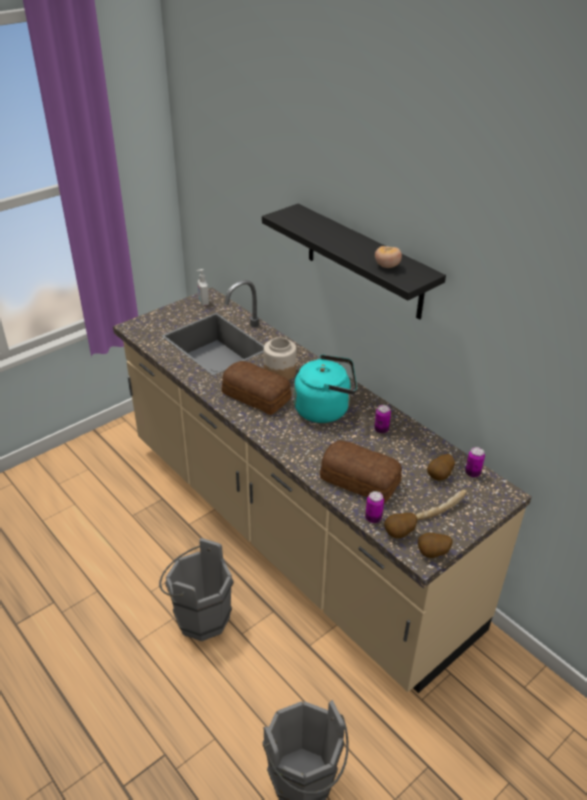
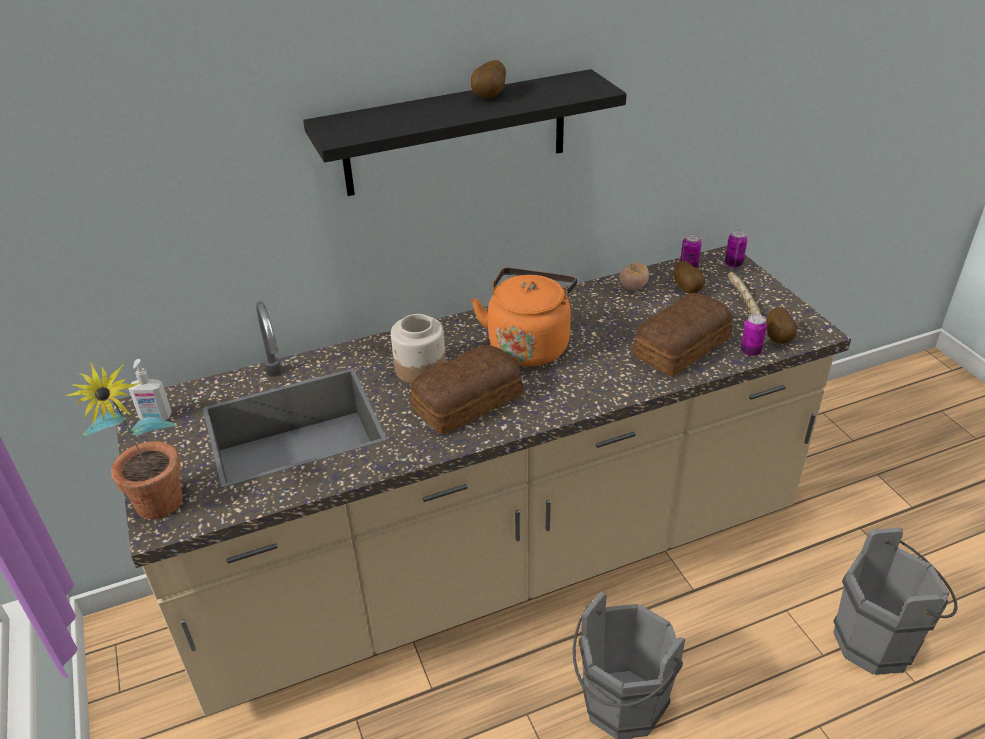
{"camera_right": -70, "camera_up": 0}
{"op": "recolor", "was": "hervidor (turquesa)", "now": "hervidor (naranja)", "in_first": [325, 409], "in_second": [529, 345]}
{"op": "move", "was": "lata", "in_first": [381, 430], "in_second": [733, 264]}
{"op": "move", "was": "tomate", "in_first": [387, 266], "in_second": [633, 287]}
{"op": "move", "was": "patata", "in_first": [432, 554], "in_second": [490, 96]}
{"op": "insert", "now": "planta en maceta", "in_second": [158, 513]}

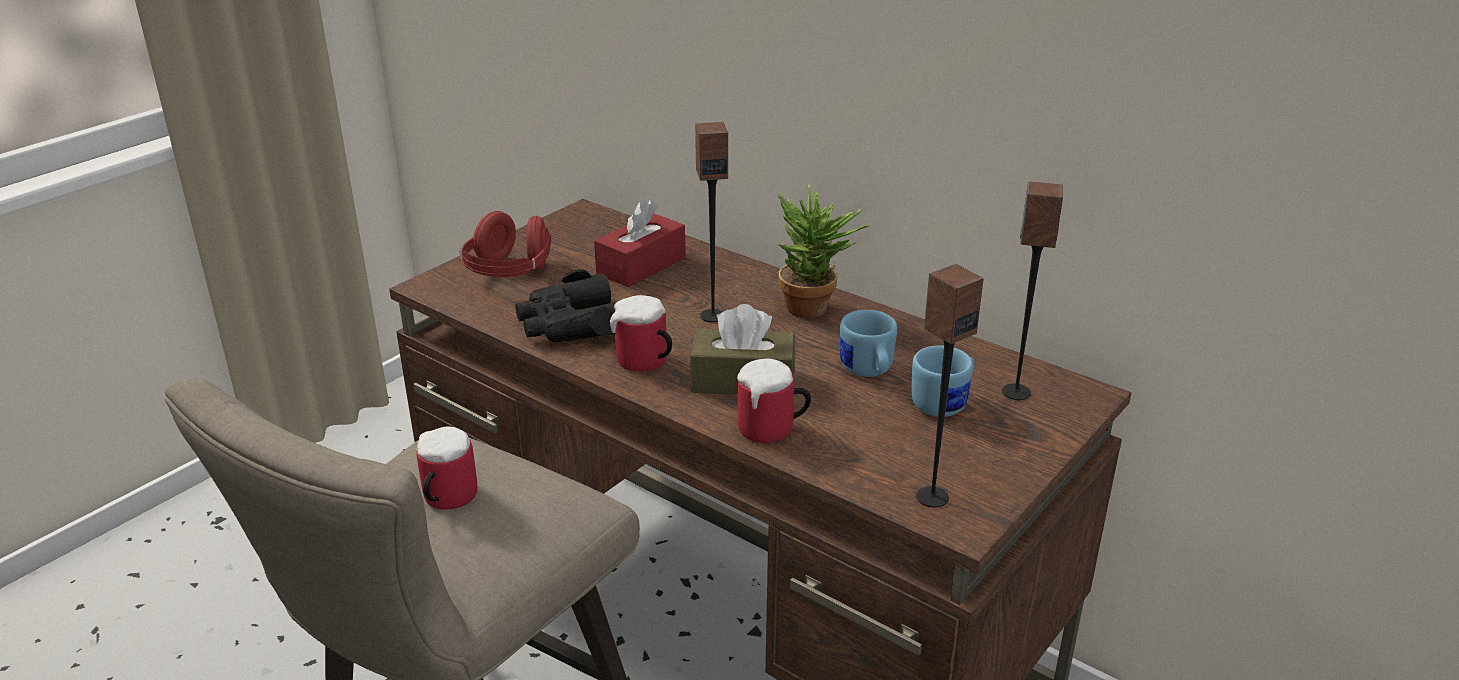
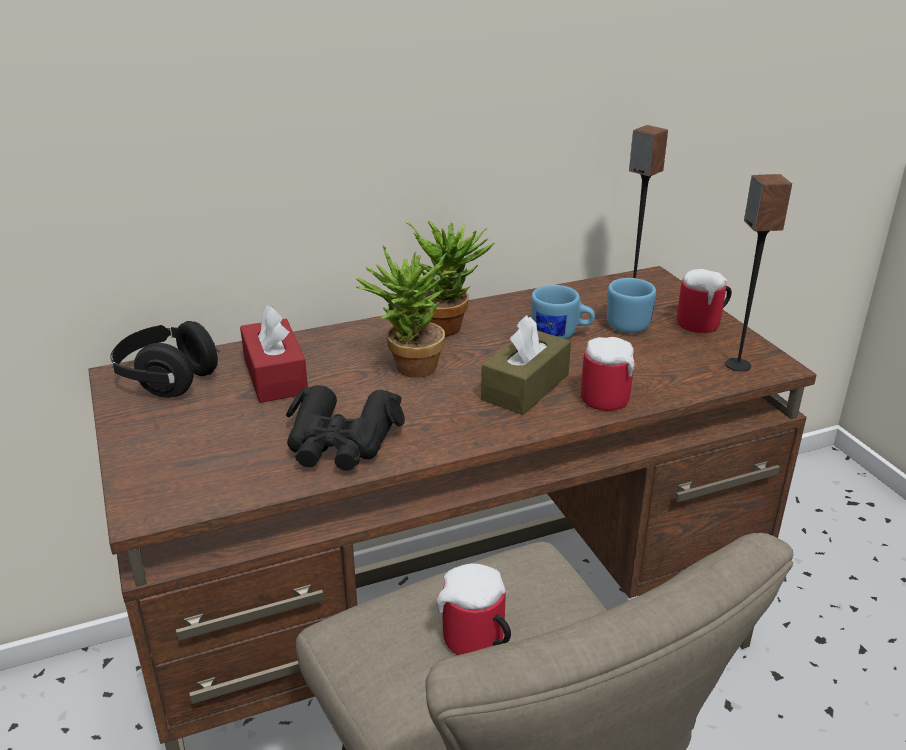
{"camera_right": -60, "camera_up": 0}
{"op": "delete", "was": "auriculares (rojo)", "in_first": [509, 273]}
{"op": "move", "was": "taza grande", "in_first": [645, 363], "in_second": [704, 324]}
{"op": "replace", "was": "altavoz", "now": "planta en maceta", "in_first": [713, 315], "in_second": [408, 369]}
{"op": "insert", "now": "auriculares (negro)", "in_second": [167, 379]}

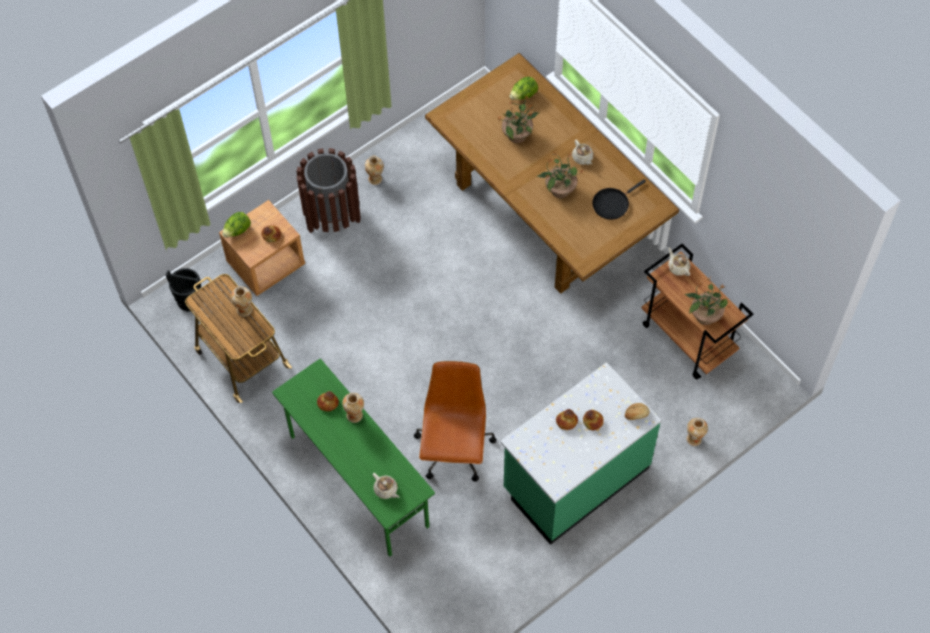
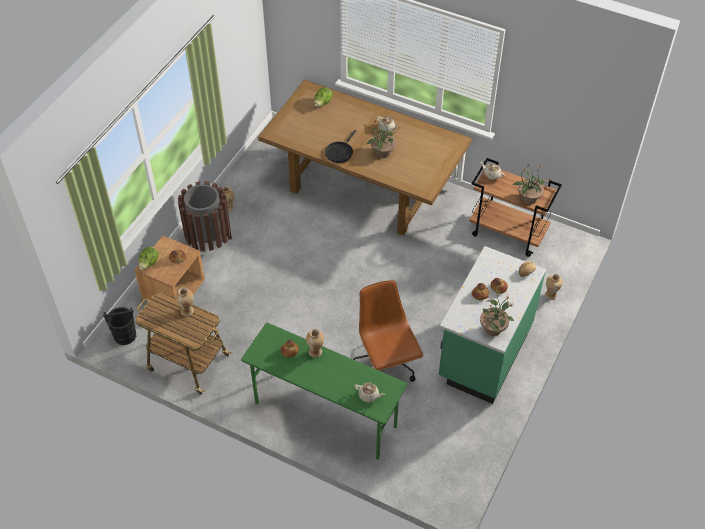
{"camera_right": -25, "camera_up": -10}
{"op": "move", "was": "planta en maceta", "in_first": [517, 135], "in_second": [493, 328]}
{"op": "move", "was": "sartén (negro)", "in_first": [612, 203], "in_second": [340, 152]}

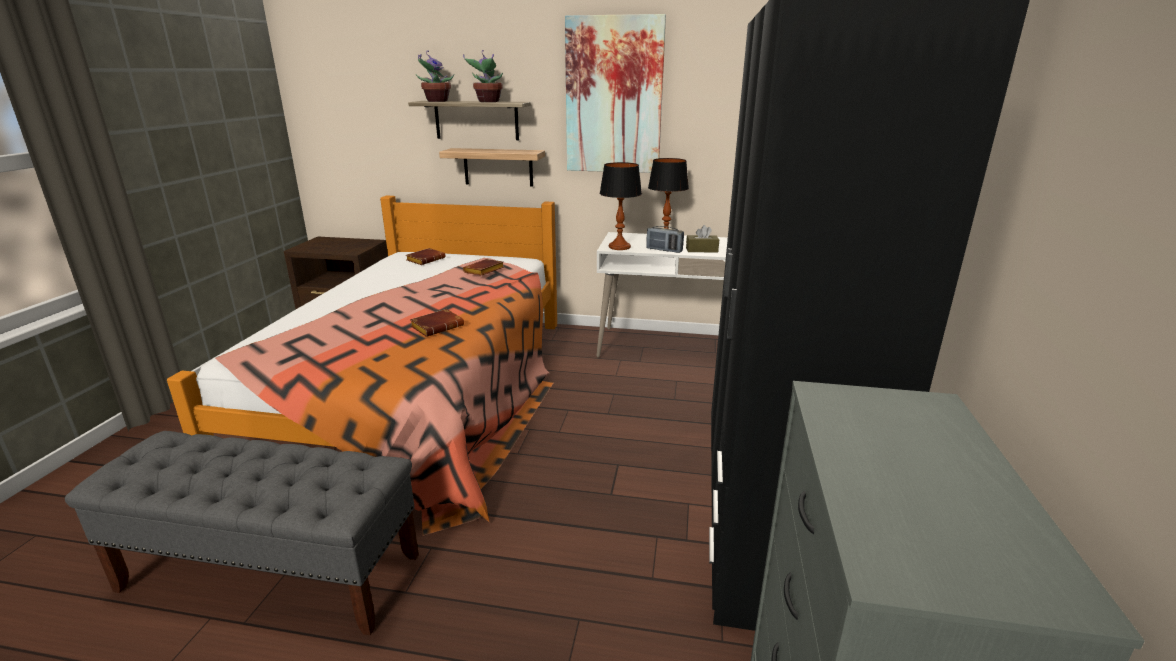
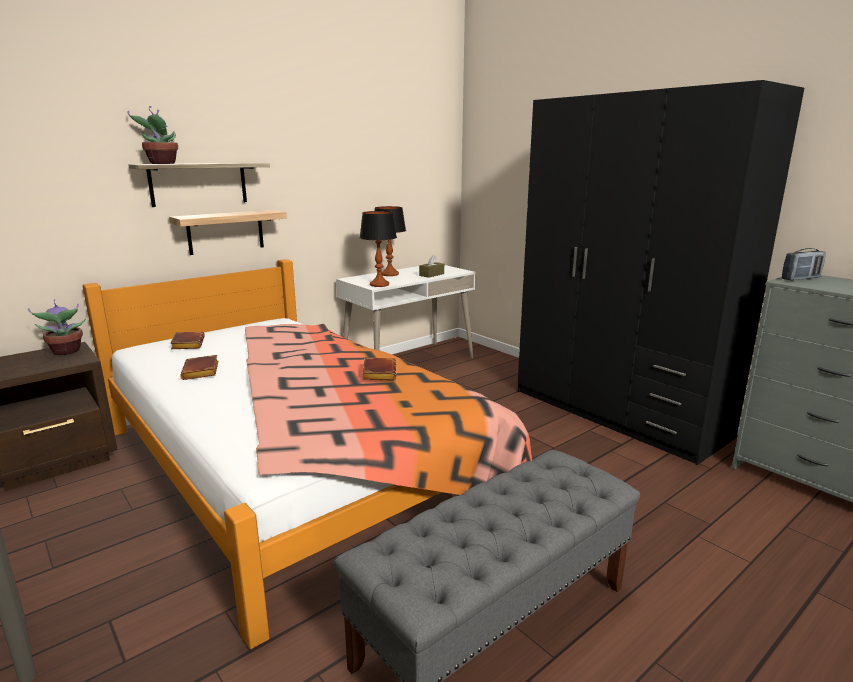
{"camera_right": -50, "camera_up": -5}
{"op": "move", "was": "planta en maceta", "in_first": [487, 101], "in_second": [66, 352]}
{"op": "move", "was": "libro (marrón)", "in_first": [484, 271], "in_second": [202, 372]}
{"op": "delete", "was": "cuadro", "in_first": [614, 96]}
{"op": "move", "was": "radio", "in_first": [664, 250], "in_second": [800, 278]}

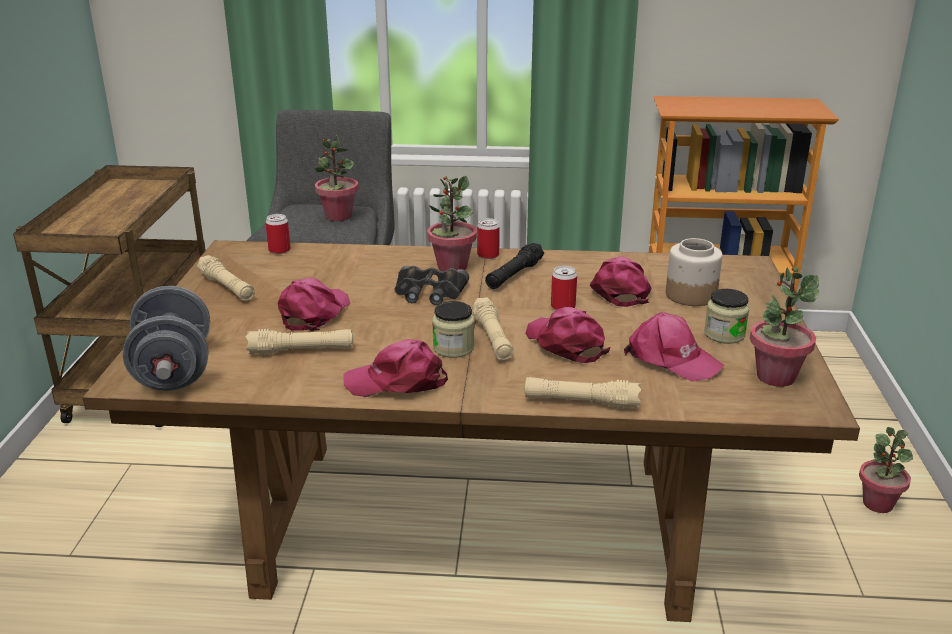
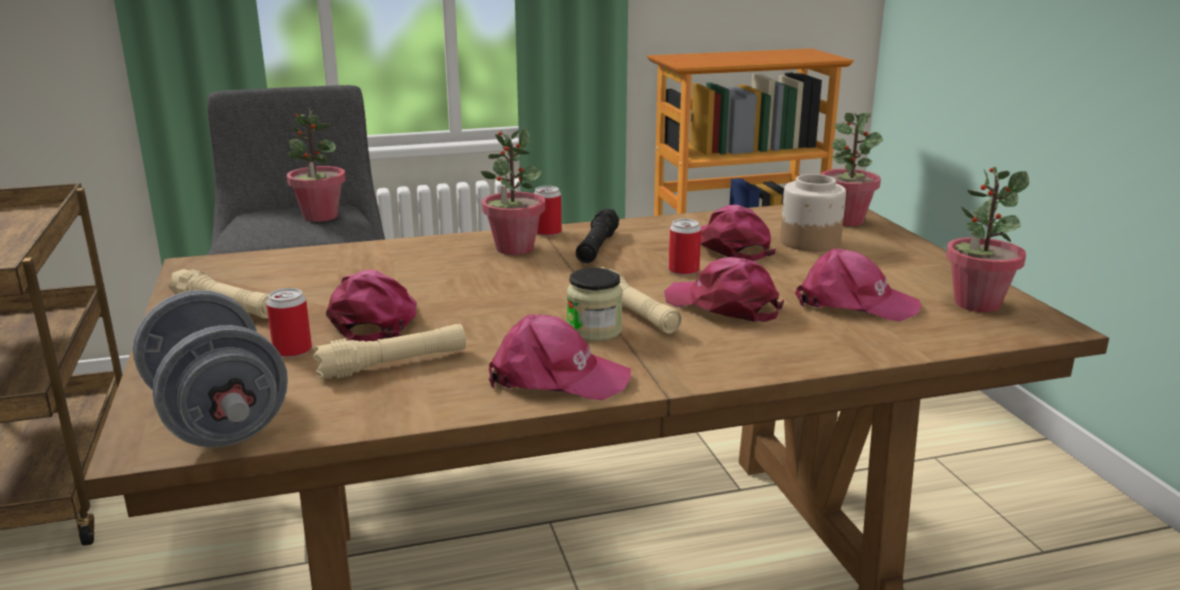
{"camera_right": -20, "camera_up": -5}
{"op": "move", "was": "lata", "in_first": [279, 250], "in_second": [292, 350]}
{"op": "rotate", "was": "gorra (rosa)", "in_first": [397, 381], "in_second": [556, 378], "clockwise": -150}
{"op": "delete", "was": "prismáticos (negro)", "in_first": [429, 292]}
{"op": "delete", "was": "linterna (beis)", "in_first": [581, 402]}
{"op": "delete", "was": "tarro", "in_first": [724, 334]}
{"op": "move", "was": "planta en maceta", "in_first": [878, 504], "in_second": [845, 220]}

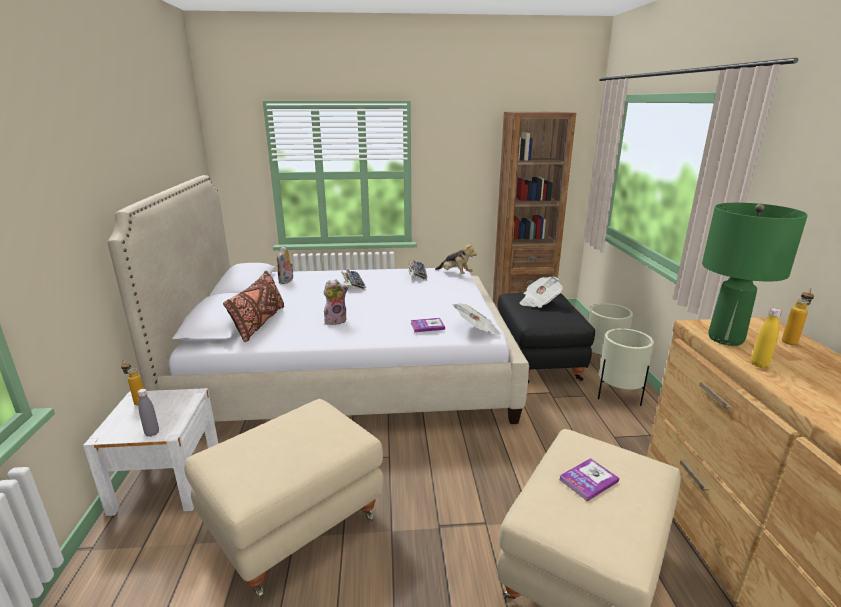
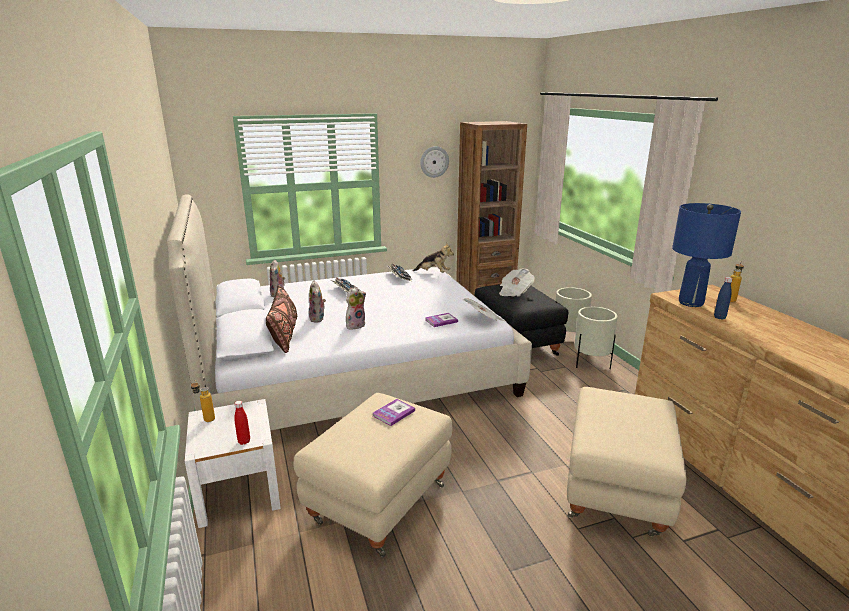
{"camera_right": -15, "camera_up": 0}
{"op": "recolor", "was": "botella (gris)", "now": "botella (rojo)", "in_first": [152, 433], "in_second": [244, 441]}
{"op": "move", "was": "libro", "in_first": [588, 480], "in_second": [393, 413]}
{"op": "recolor", "was": "lámpara de mesa (verde)", "now": "lámpara de mesa (azul)", "in_first": [725, 338], "in_second": [690, 302]}
{"op": "recolor", "was": "botella (amarillo)", "now": "botella (azul)", "in_first": [759, 364], "in_second": [719, 317]}
{"op": "insert", "now": "peluche", "in_second": [318, 319]}
{"op": "insert", "now": "reloj de pared", "in_second": [434, 161]}

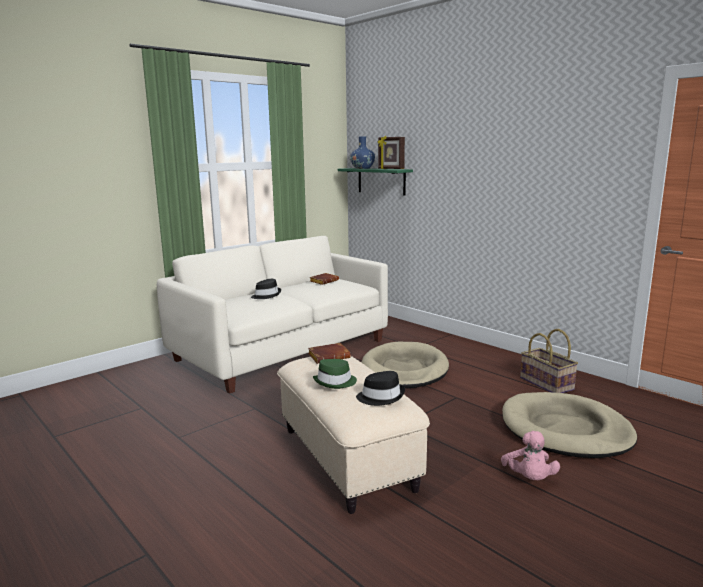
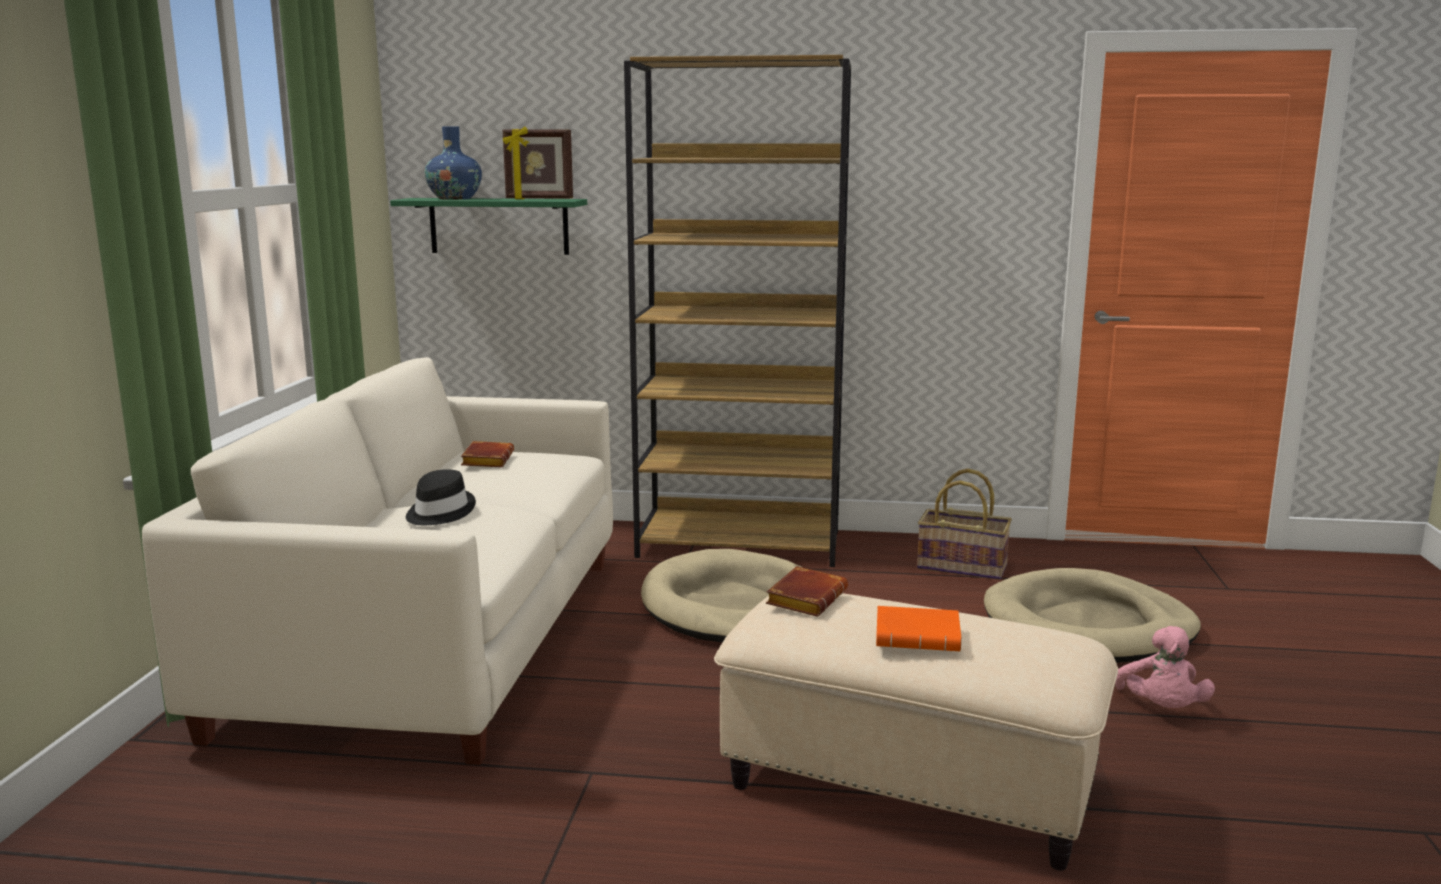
{"camera_right": -40, "camera_up": 0}
{"op": "replace", "was": "sombrero (verde)", "now": "libro (naranja)", "in_first": [335, 382], "in_second": [920, 637]}
{"op": "delete", "was": "sombrero (negro)", "in_first": [381, 397]}
{"op": "rotate", "was": "peluche (rosa)", "in_first": [529, 478], "in_second": [1161, 709], "clockwise": 45}
{"op": "insert", "now": "estantería (marrón)", "in_second": [740, 544]}

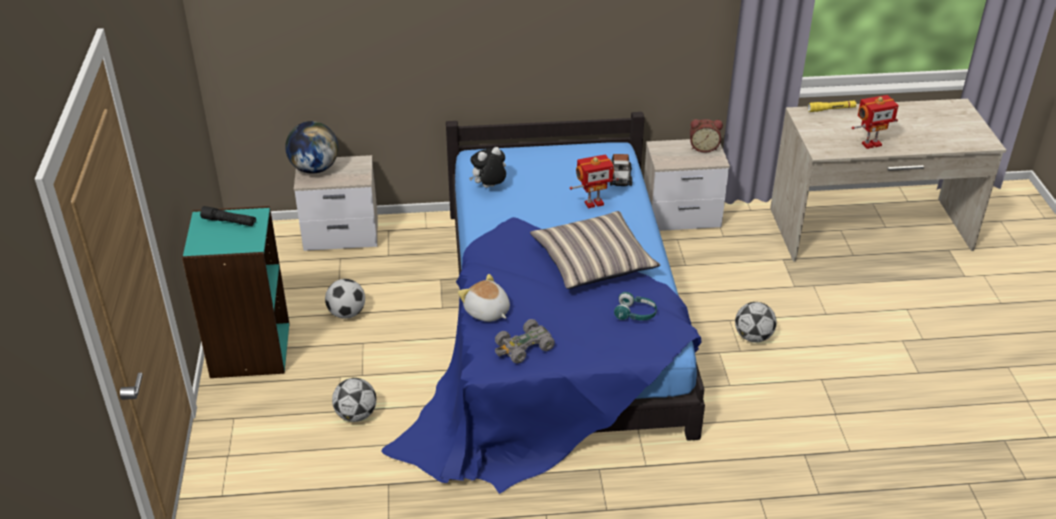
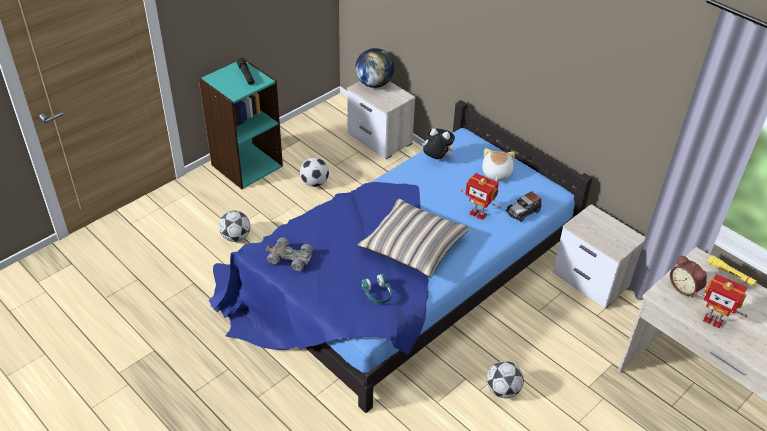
{"camera_right": 50, "camera_up": 5}
{"op": "move", "was": "peluche", "in_first": [487, 312], "in_second": [496, 173]}
{"op": "move", "was": "despertador", "in_first": [703, 147], "in_second": [685, 288]}

